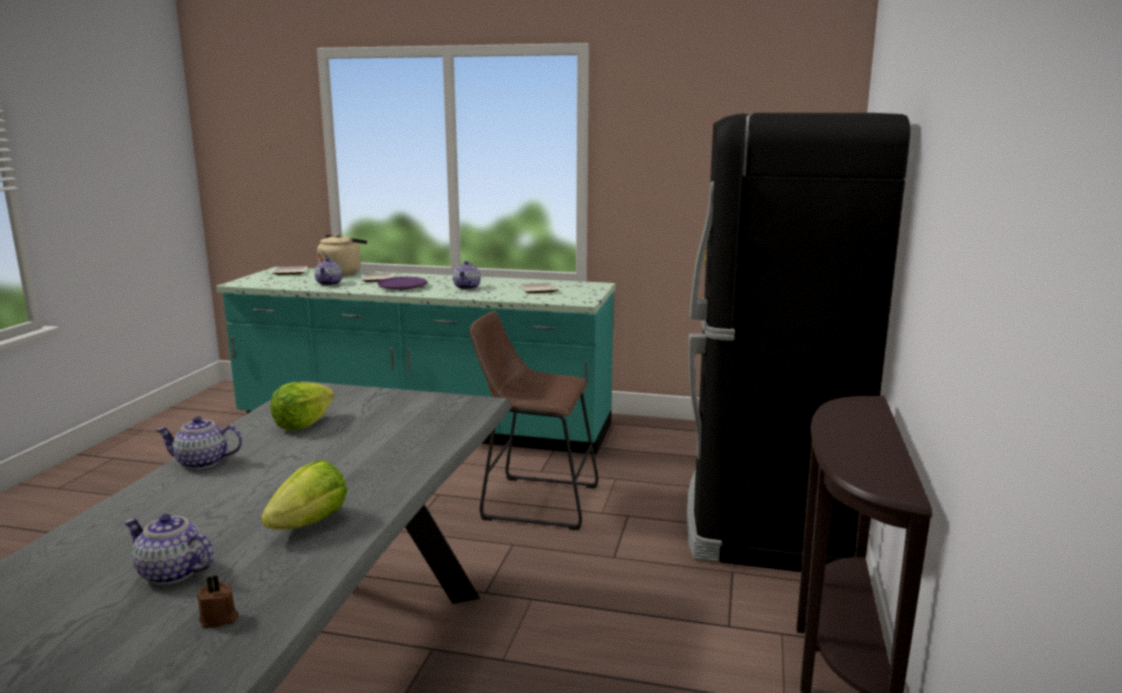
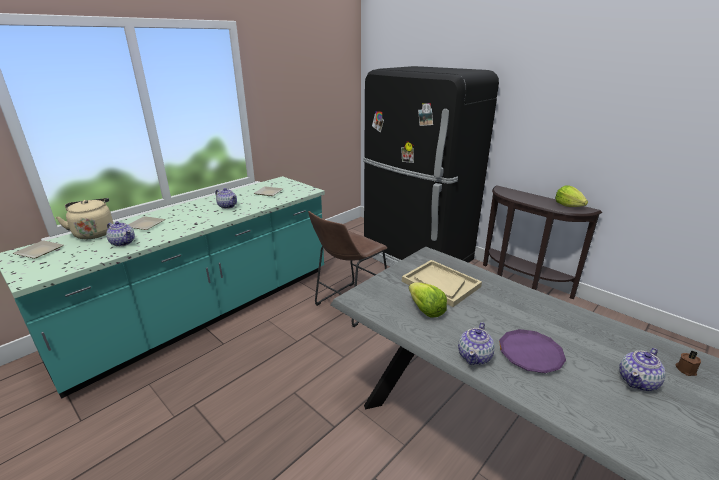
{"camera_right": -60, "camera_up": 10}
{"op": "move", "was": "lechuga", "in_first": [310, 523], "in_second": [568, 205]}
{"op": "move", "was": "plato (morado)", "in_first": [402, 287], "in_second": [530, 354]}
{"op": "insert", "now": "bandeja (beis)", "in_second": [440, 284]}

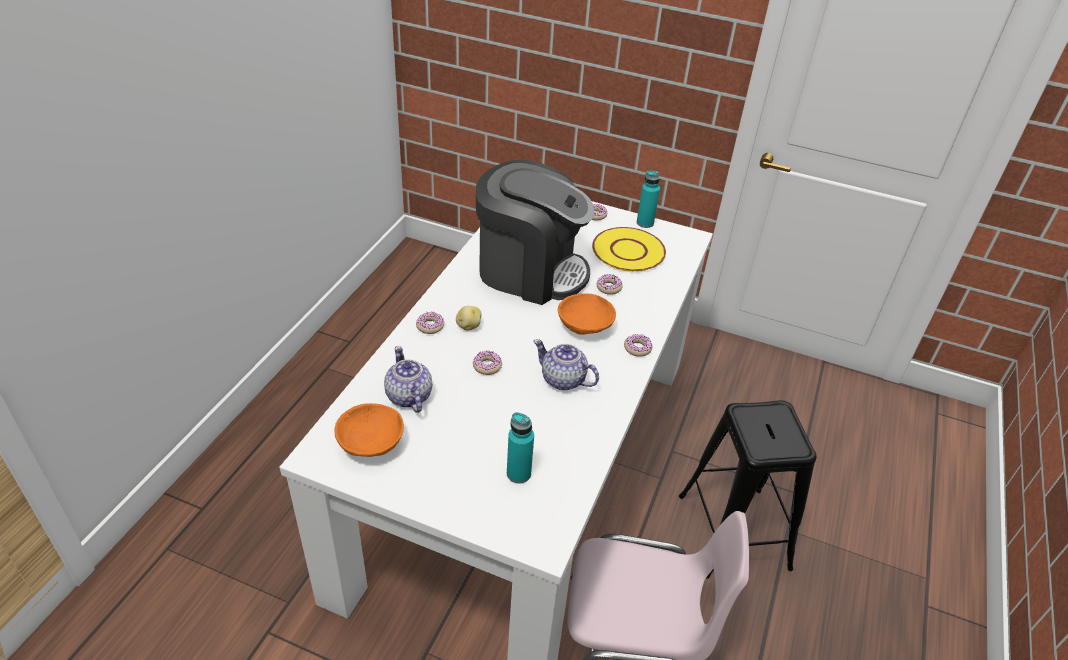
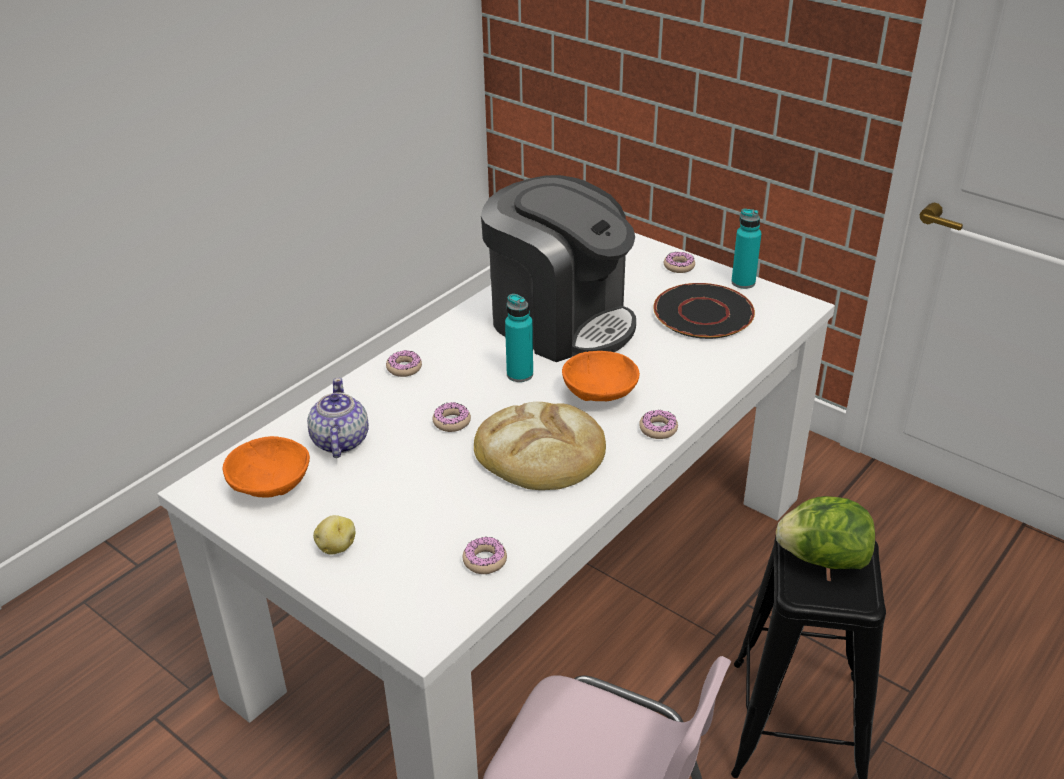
{"camera_right": 20, "camera_up": -5}
{"op": "move", "was": "patata", "in_first": [468, 326], "in_second": [336, 547]}
{"op": "move", "was": "botella (turquesa)", "in_first": [518, 473], "in_second": [520, 374]}
{"op": "replace", "was": "tetera", "now": "pan", "in_first": [563, 380], "in_second": [540, 452]}
{"op": "recolor", "was": "plato (amarillo)", "now": "plato (negro)", "in_first": [629, 251], "in_second": [704, 313]}
{"op": "move", "was": "rosquilla", "in_first": [609, 287], "in_second": [485, 560]}
{"op": "insert", "now": "lechuga", "in_second": [822, 559]}

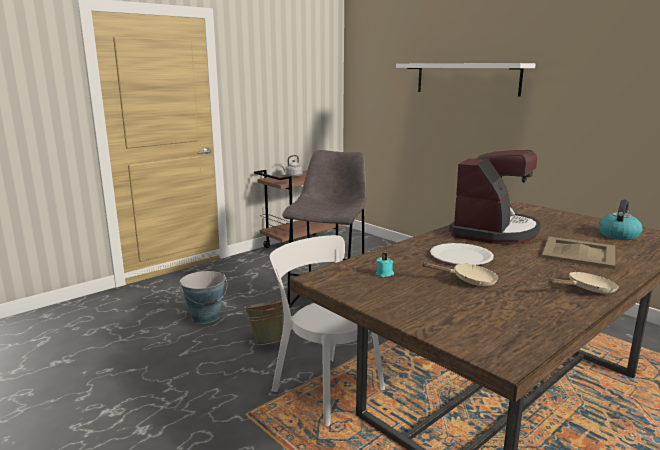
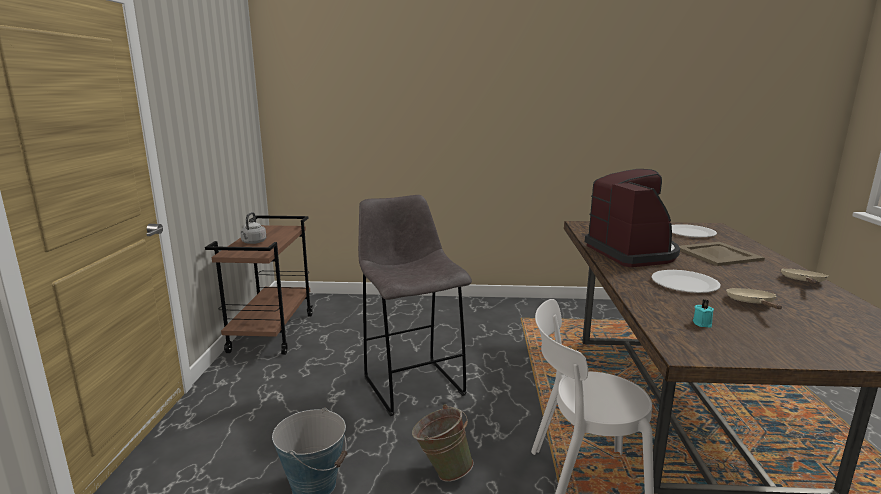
{"camera_right": -45, "camera_up": 0}
{"op": "delete", "was": "estante (blanco)", "in_first": [466, 78]}
{"op": "rotate", "was": "sartén (beis)", "in_first": [469, 281], "in_second": [752, 303], "clockwise": -45}
{"op": "replace", "was": "hervidor", "now": "plato (blanco)", "in_first": [618, 235], "in_second": [690, 233]}

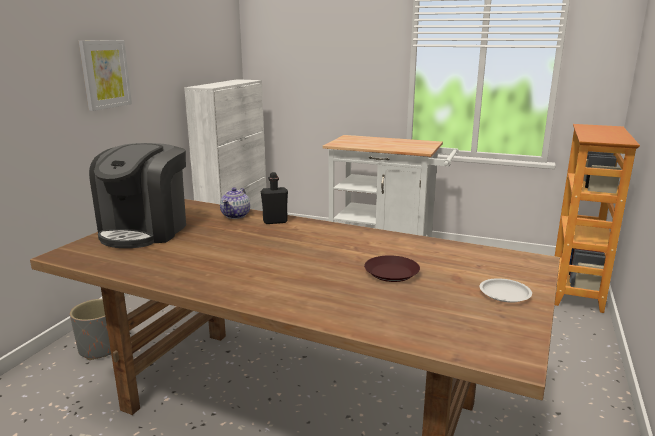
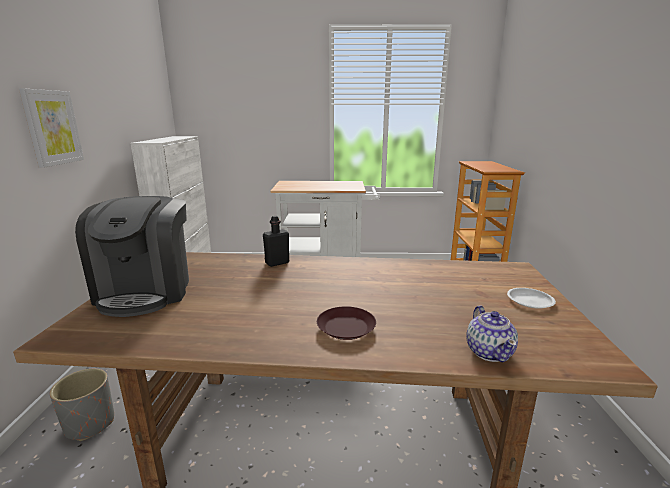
{"camera_right": -20, "camera_up": 0}
{"op": "move", "was": "tetera", "in_first": [236, 215], "in_second": [489, 352]}
{"op": "move", "was": "plato (marrón)", "in_first": [391, 273], "in_second": [345, 328]}

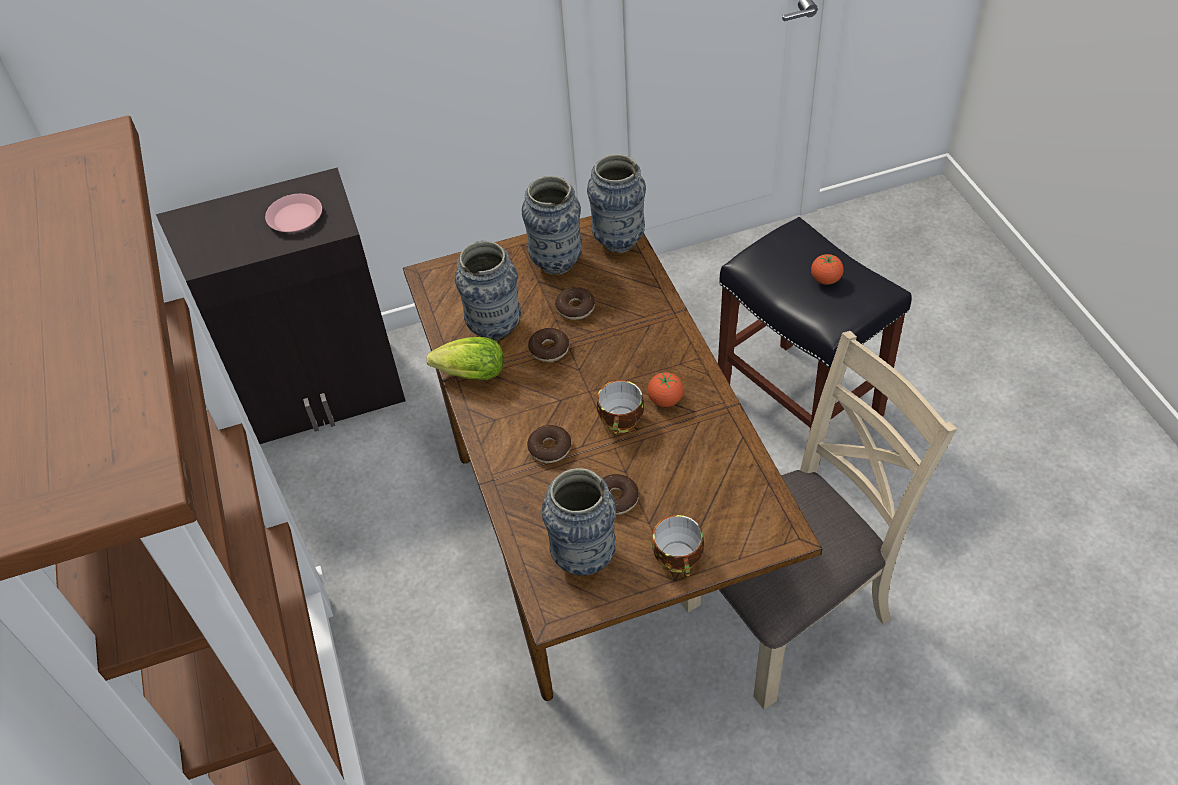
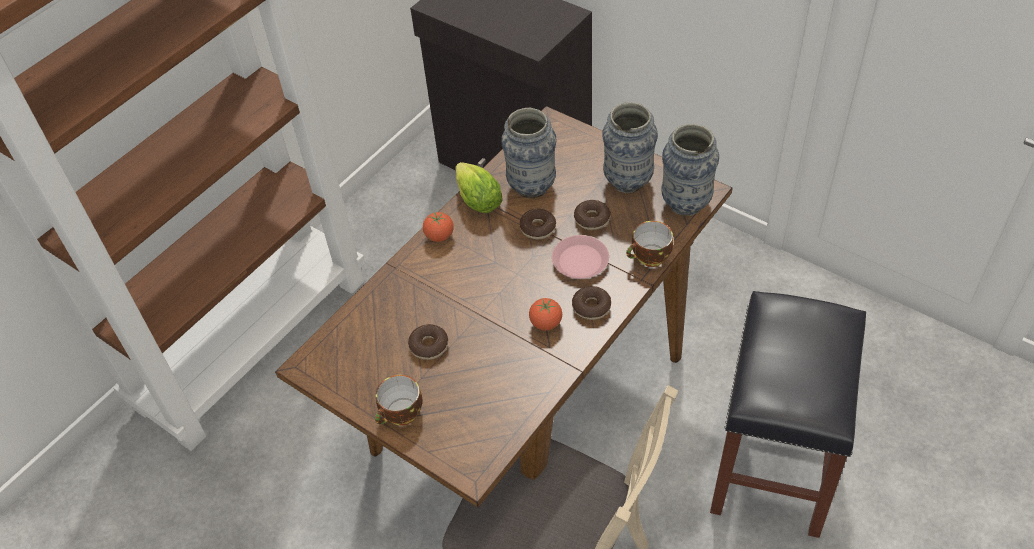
{"camera_right": 55, "camera_up": 0}
{"op": "move", "was": "plato (rosa)", "in_first": [295, 217], "in_second": [580, 261]}
{"op": "move", "was": "rosquilla", "in_first": [550, 448], "in_second": [591, 307]}
{"op": "delete", "was": "florero", "in_first": [584, 557]}
{"op": "move", "was": "taza", "in_first": [622, 422], "in_second": [650, 258]}
{"op": "move", "was": "tomate", "in_first": [825, 279], "in_second": [439, 236]}

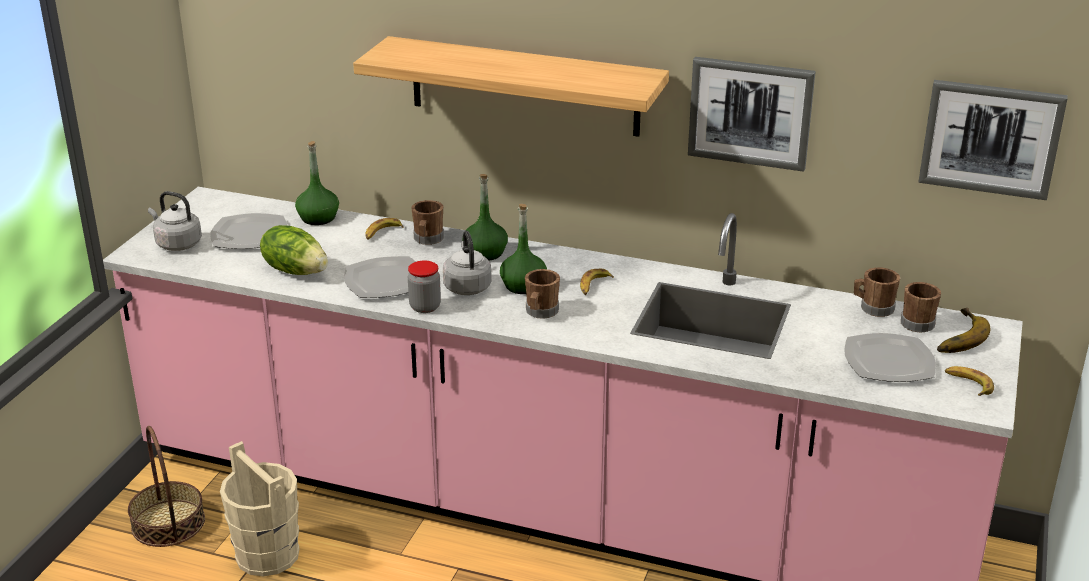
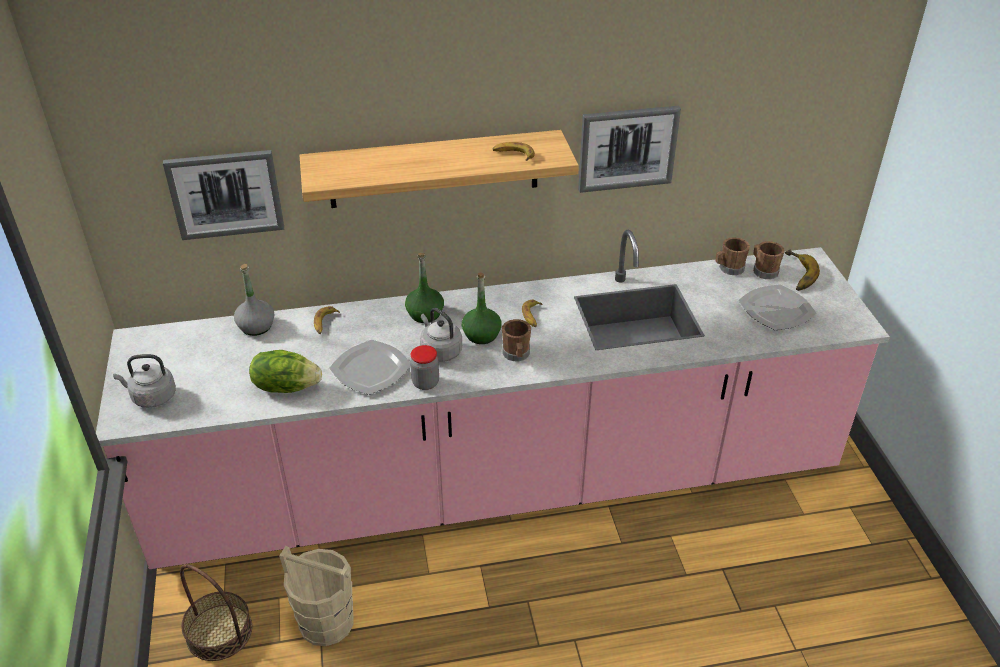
{"camera_right": -30, "camera_up": 10}
{"op": "delete", "was": "plato", "in_first": [248, 235]}
{"op": "recolor", "was": "botella (verde)", "now": "botella (gris)", "in_first": [318, 218], "in_second": [256, 326]}
{"op": "delete", "was": "taza grande (marrón)", "in_first": [427, 240]}
{"op": "move", "was": "cuadro", "in_first": [991, 138], "in_second": [225, 194]}
{"op": "move", "was": "plátano", "in_first": [968, 384], "in_second": [513, 155]}

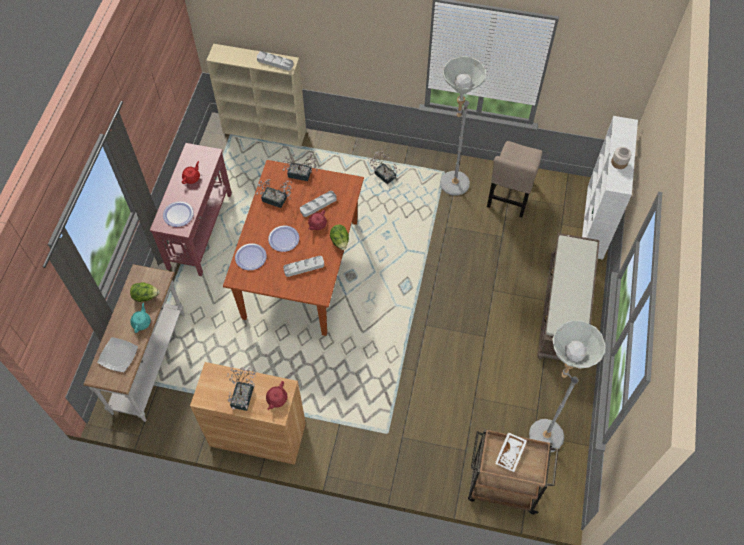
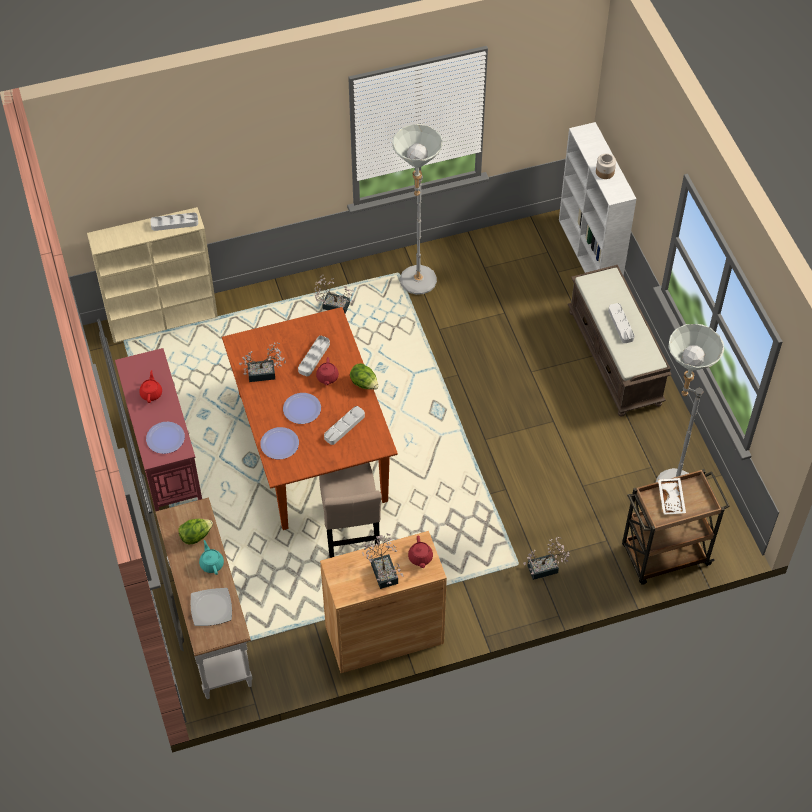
{"camera_right": -30, "camera_up": -5}
{"op": "move", "was": "planta en maceta", "in_first": [302, 174], "in_second": [546, 568]}
{"op": "move", "was": "silla (beis)", "in_first": [510, 196], "in_second": [351, 531]}
{"op": "insert", "now": "bandeja (gris)", "in_second": [620, 325]}

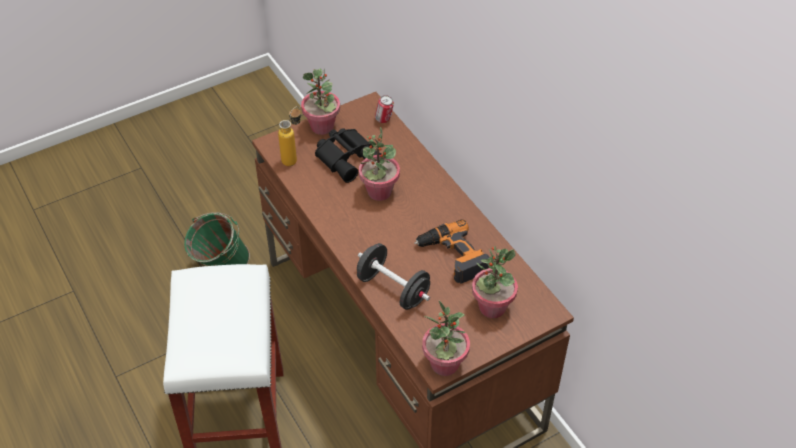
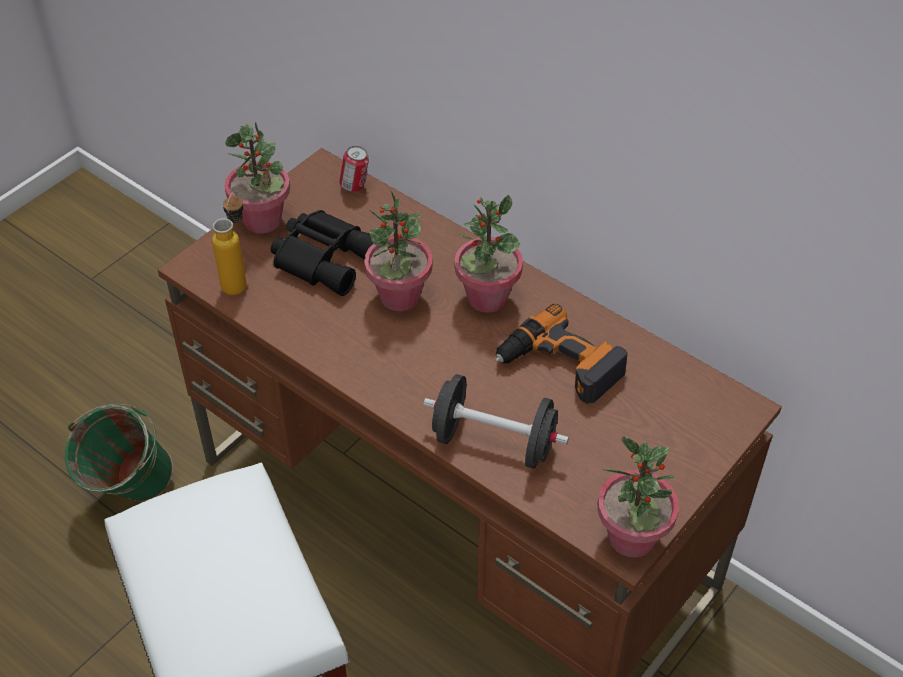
{"camera_right": -20, "camera_up": 0}
{"op": "move", "was": "planta en maceta", "in_first": [492, 307], "in_second": [487, 298]}

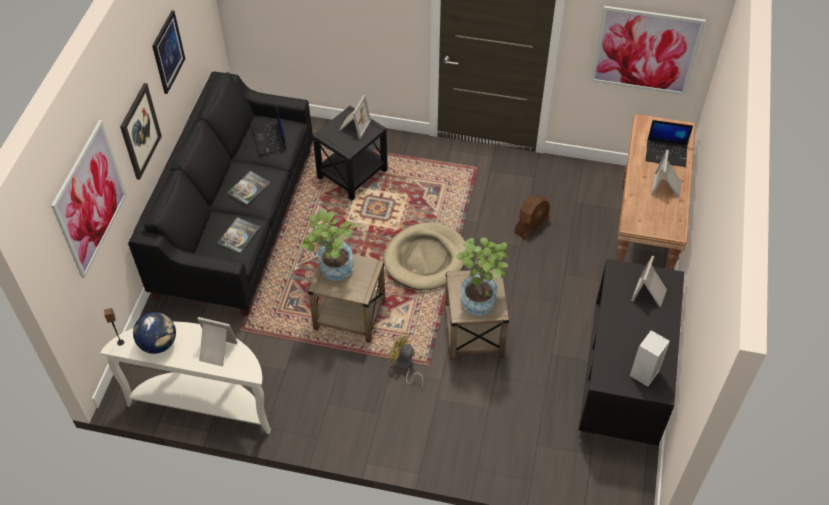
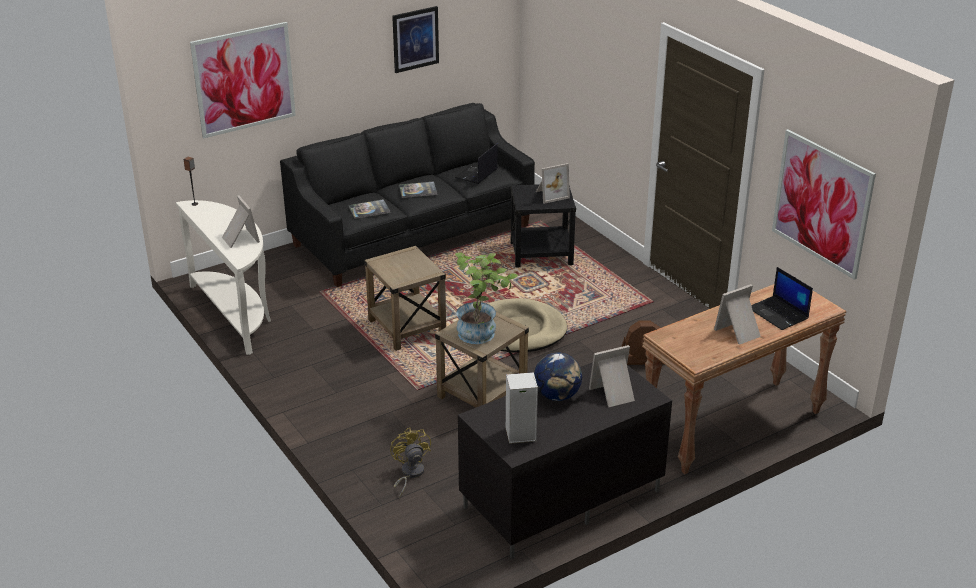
{"camera_right": 45, "camera_up": -20}
{"op": "delete", "was": "cuadro", "in_first": [140, 131]}
{"op": "move", "was": "globo terráqueo", "in_first": [158, 343], "in_second": [557, 396]}
{"op": "delete", "was": "planta en maceta", "in_first": [332, 270]}
{"op": "move", "was": "ventilador (amarillo)", "in_first": [404, 366], "in_second": [409, 474]}

